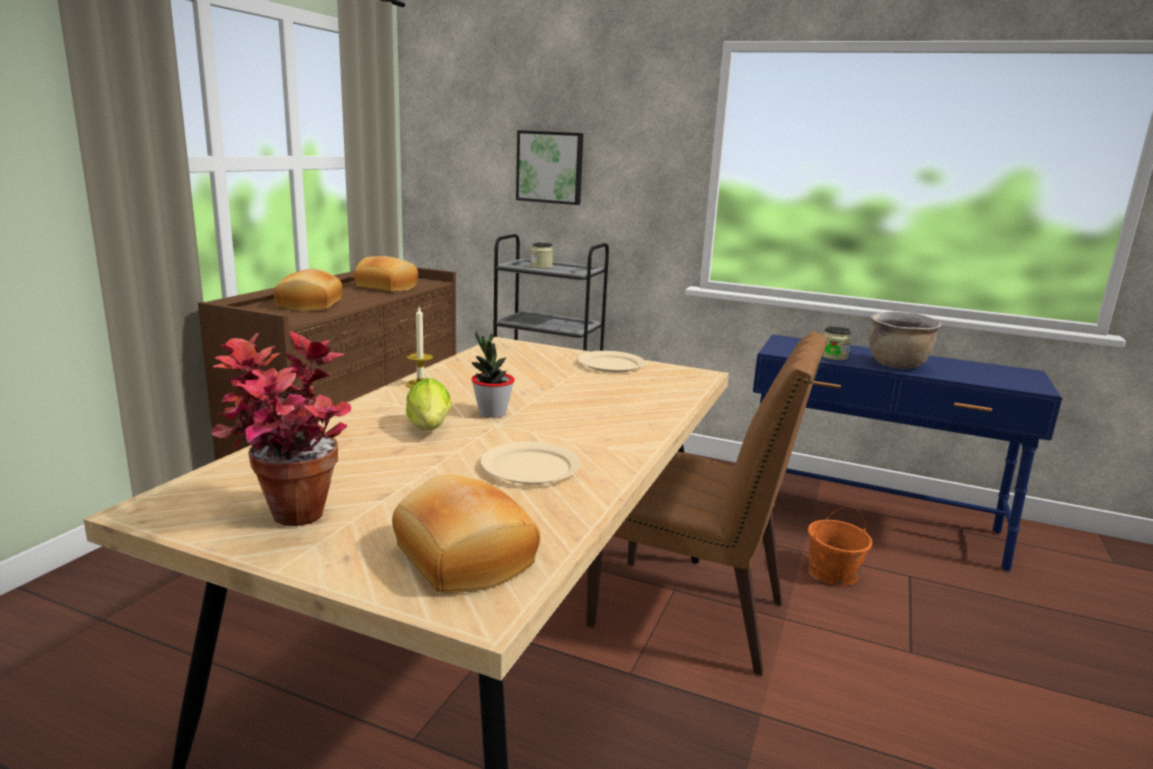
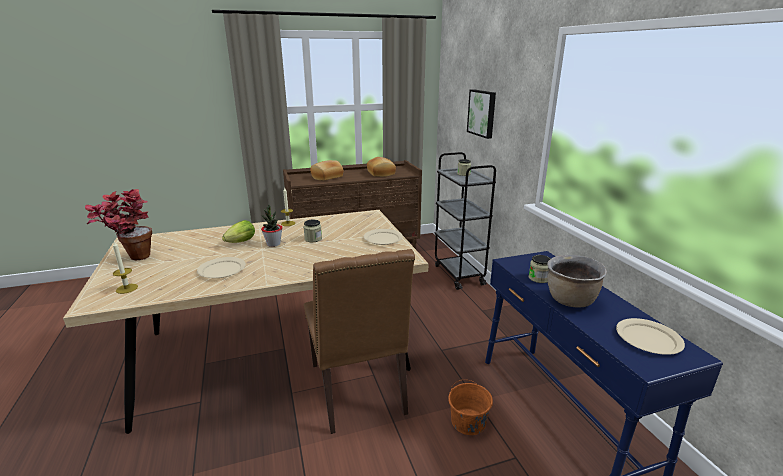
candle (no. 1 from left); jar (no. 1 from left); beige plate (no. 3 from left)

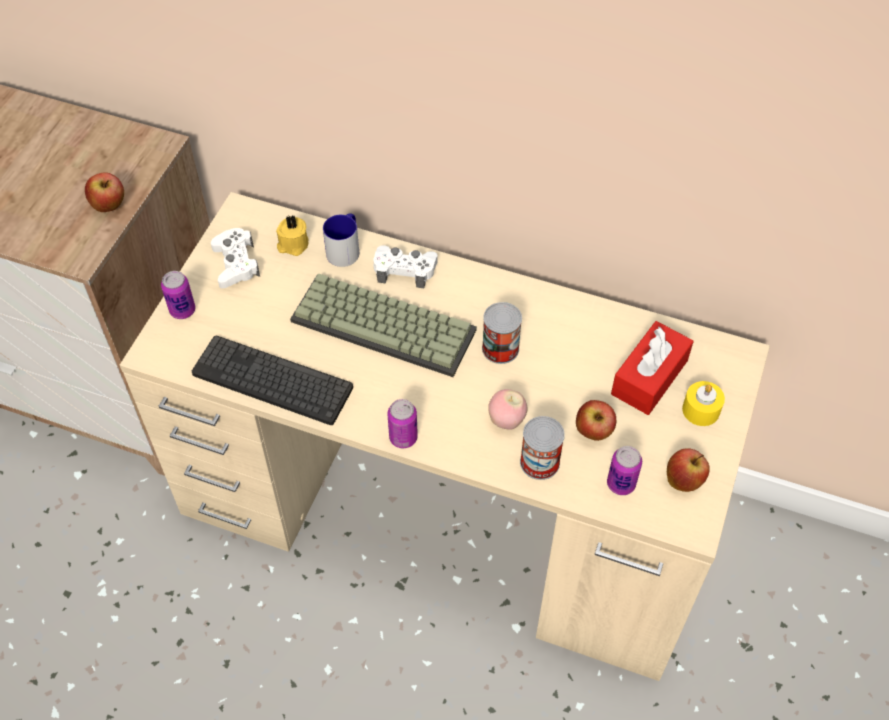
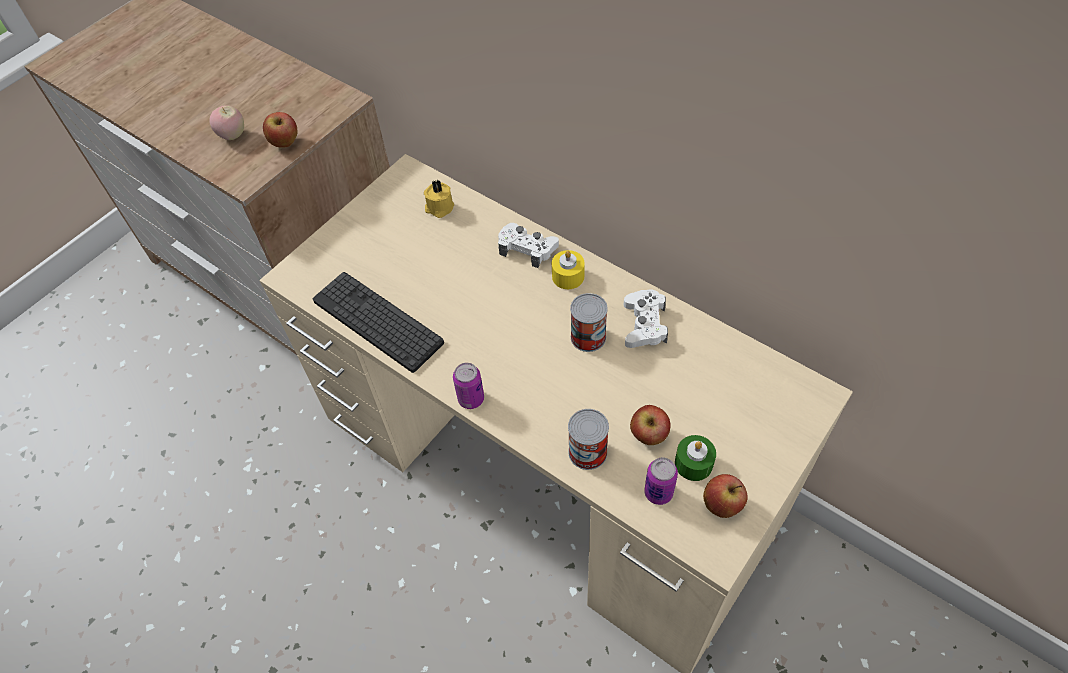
apple (no. 1 from left); yellow candle (no. 2 from left); white game controller (no. 2 from left); green candle; can (no. 1 from left in the first image); keyboard (no. 2 from left in the first image); mug; red tissue box

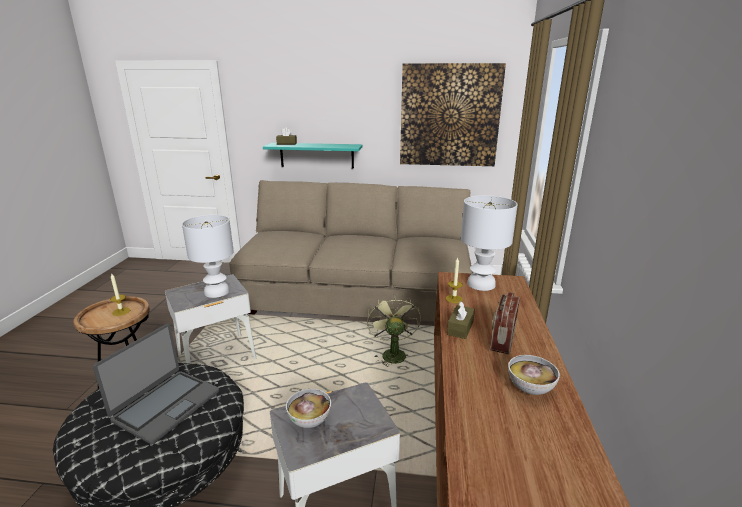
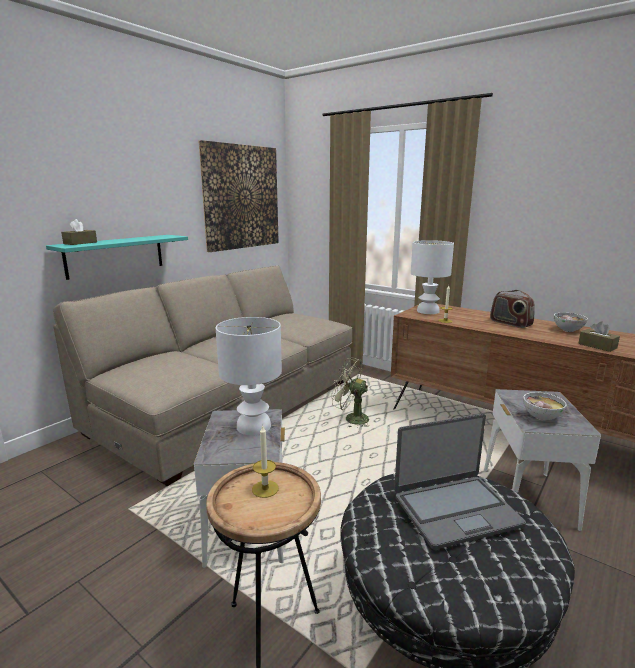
laptop; brown tissue box (no. 2 from left)

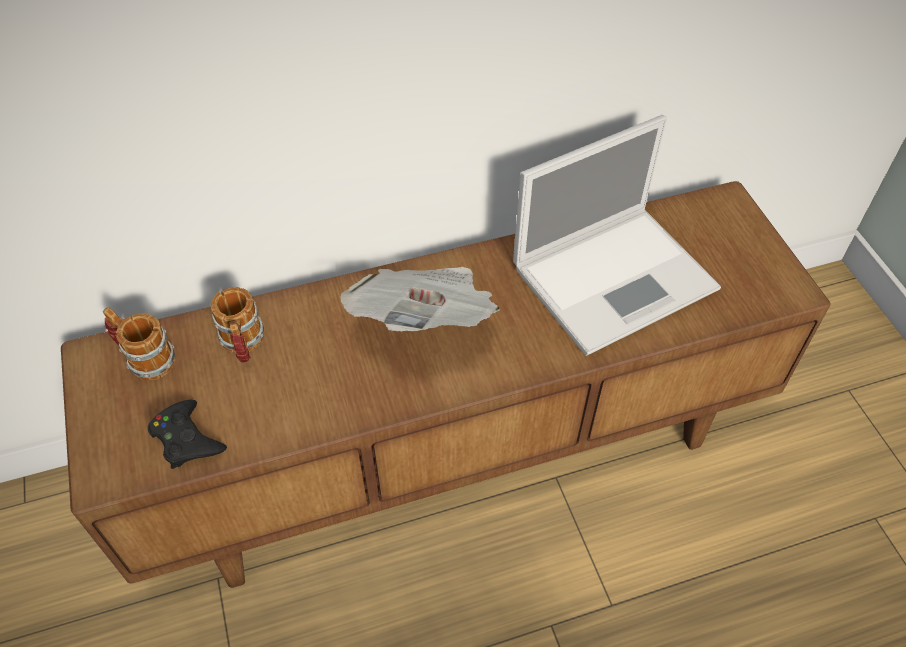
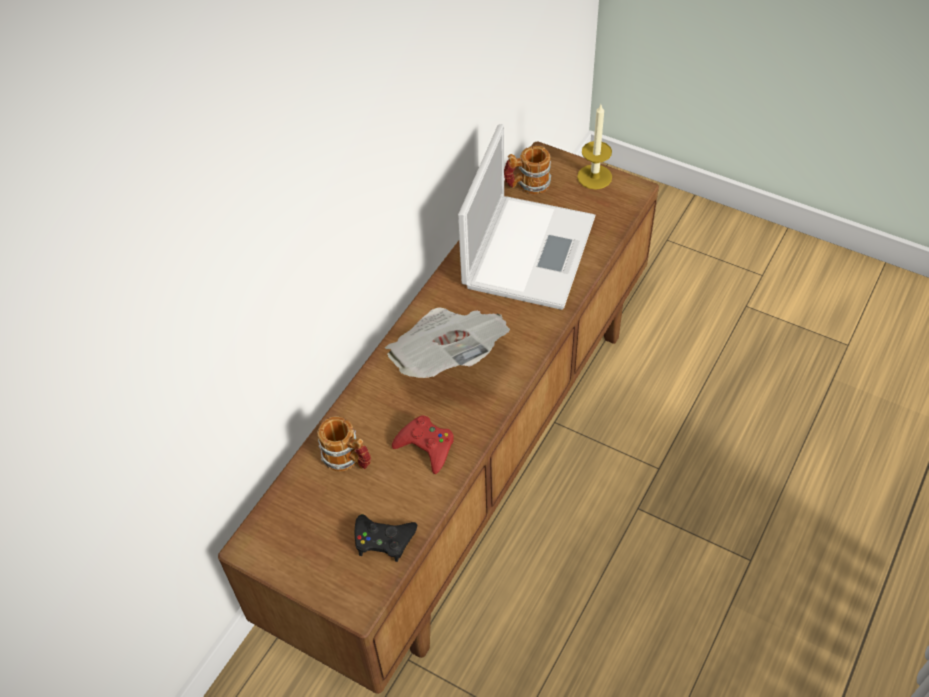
red game controller; mug (no. 2 from left); candle

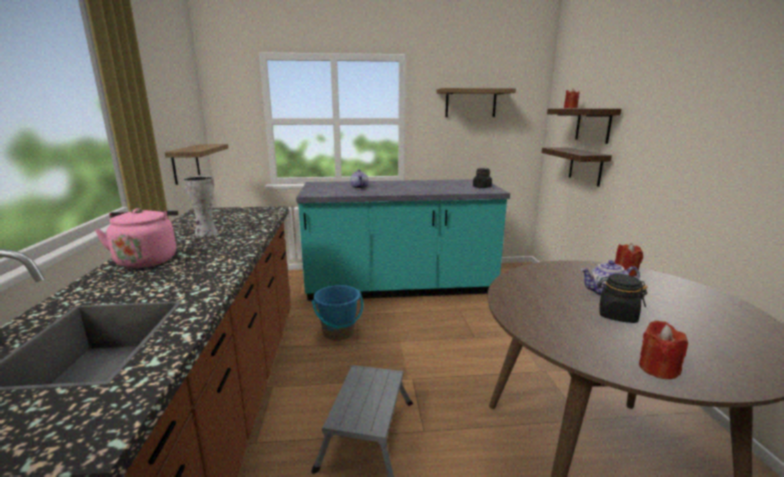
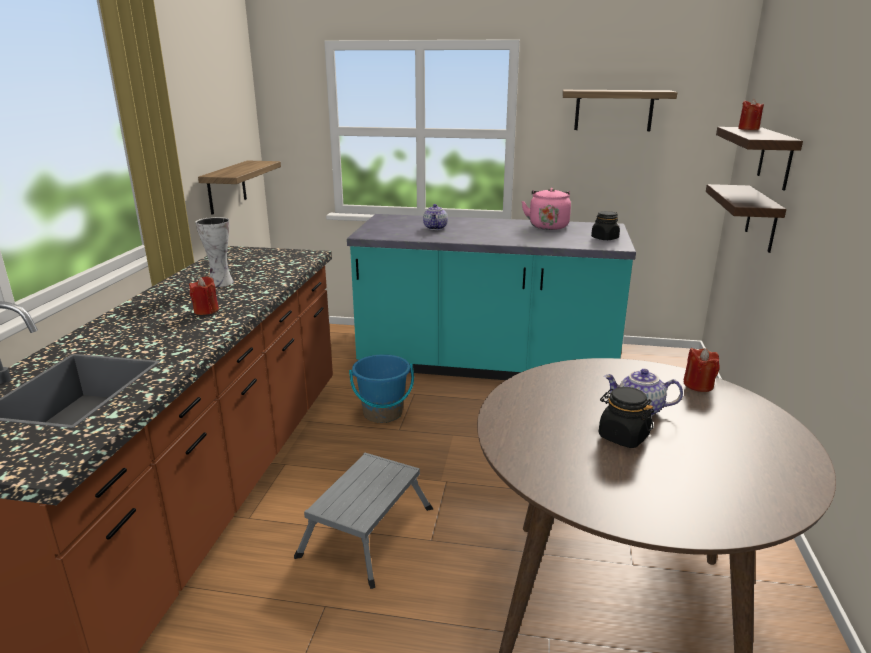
red candle (no. 1 from left); pink kettle

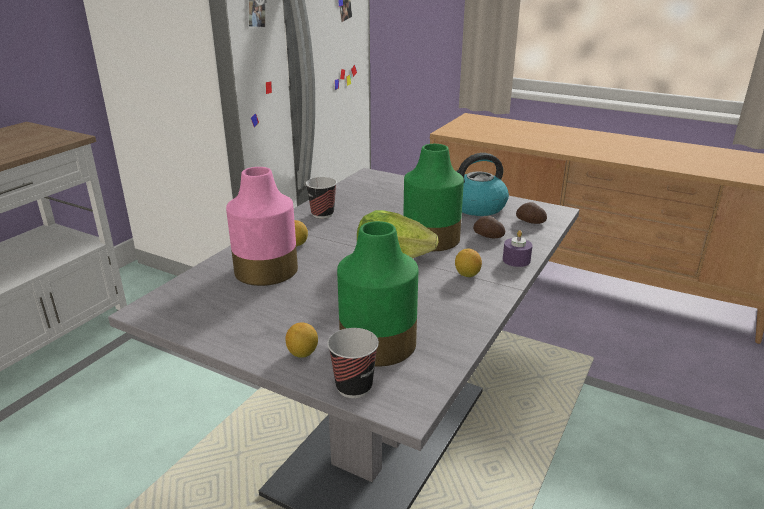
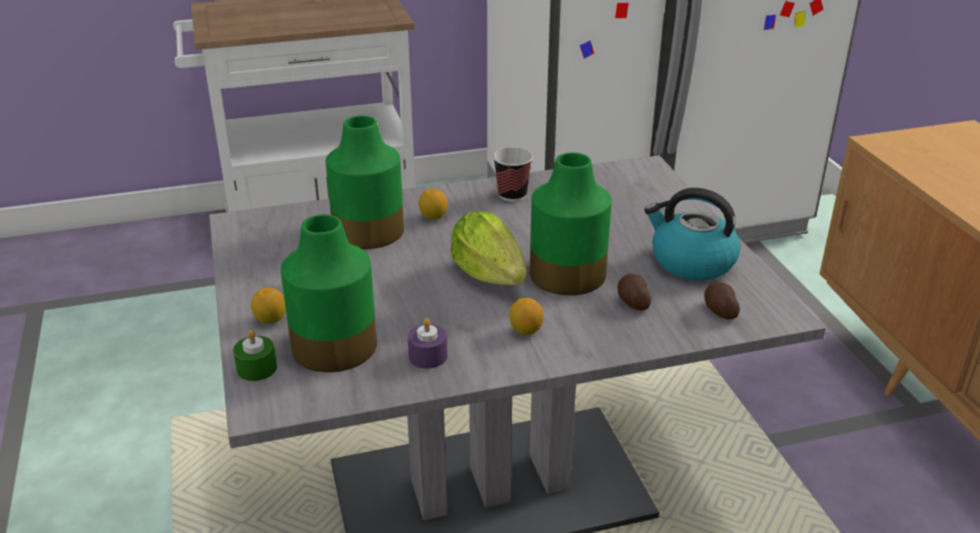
green candle; green vase (no. 2 from left); purple candle

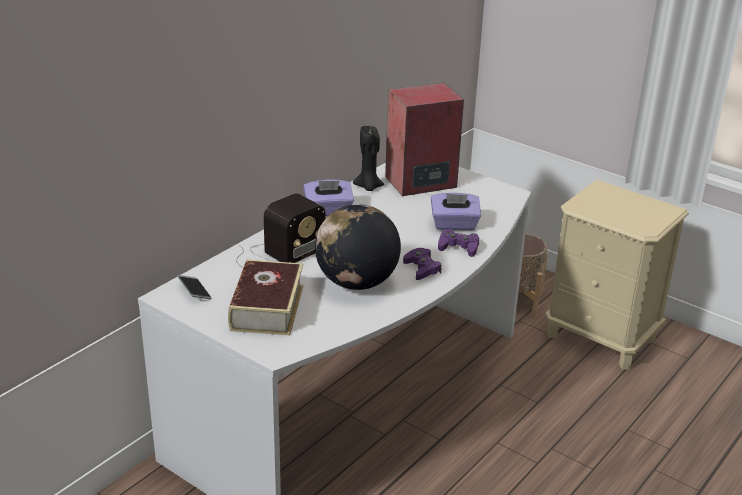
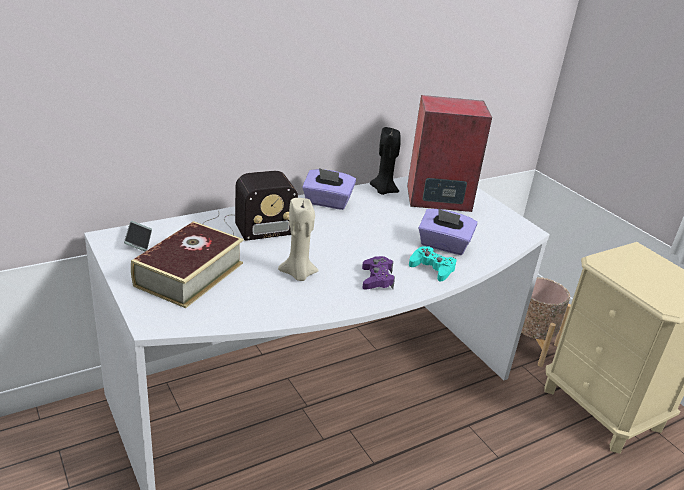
beige candle; turquoise game controller

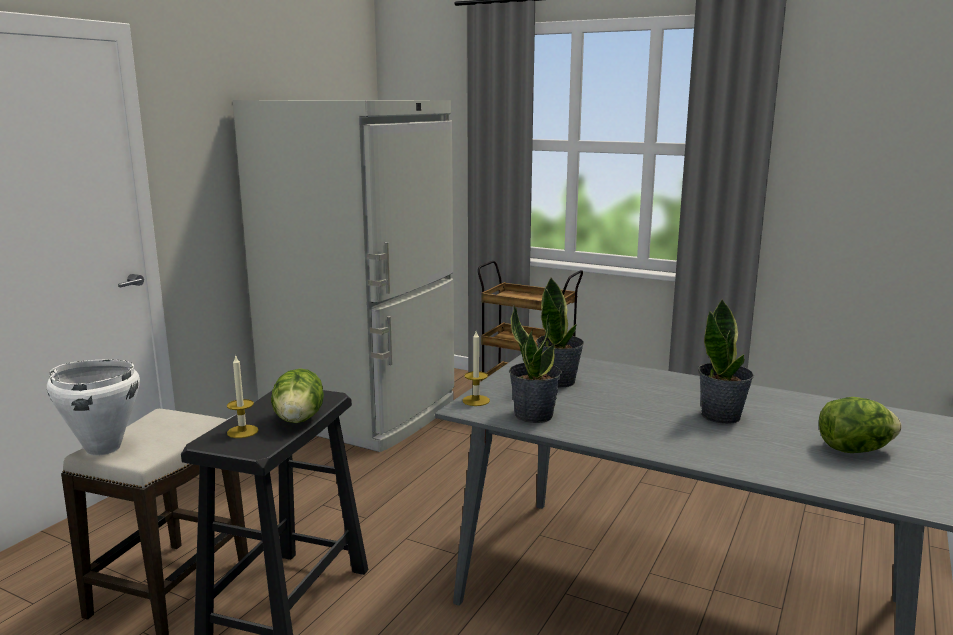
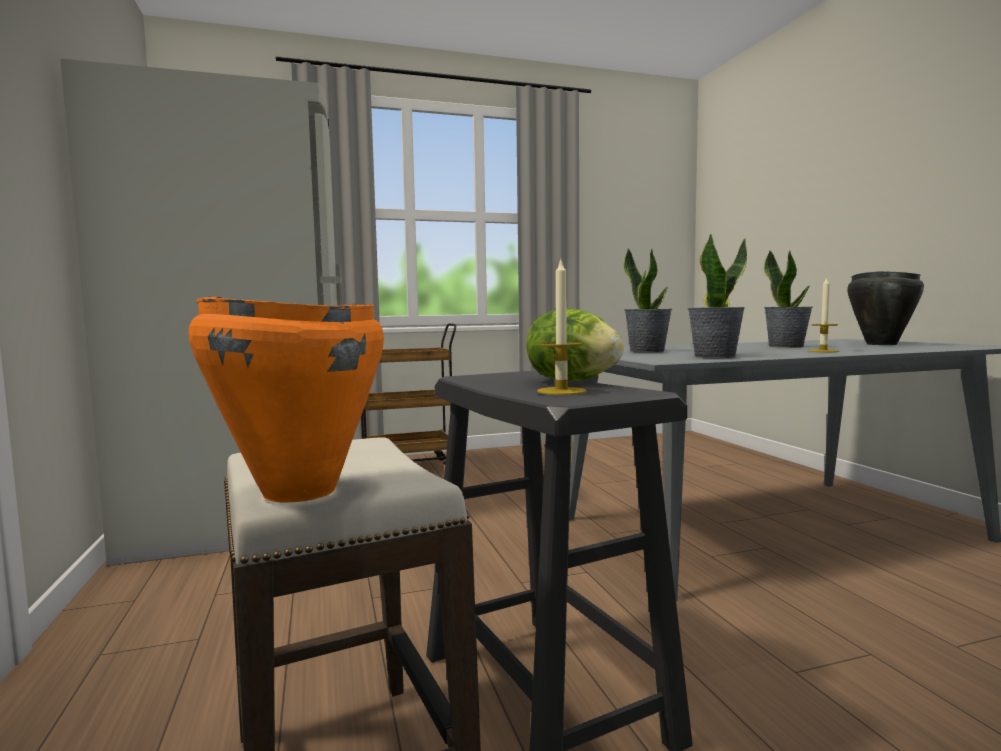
orange cooking pot; candle (no. 2 from left); black cooking pot

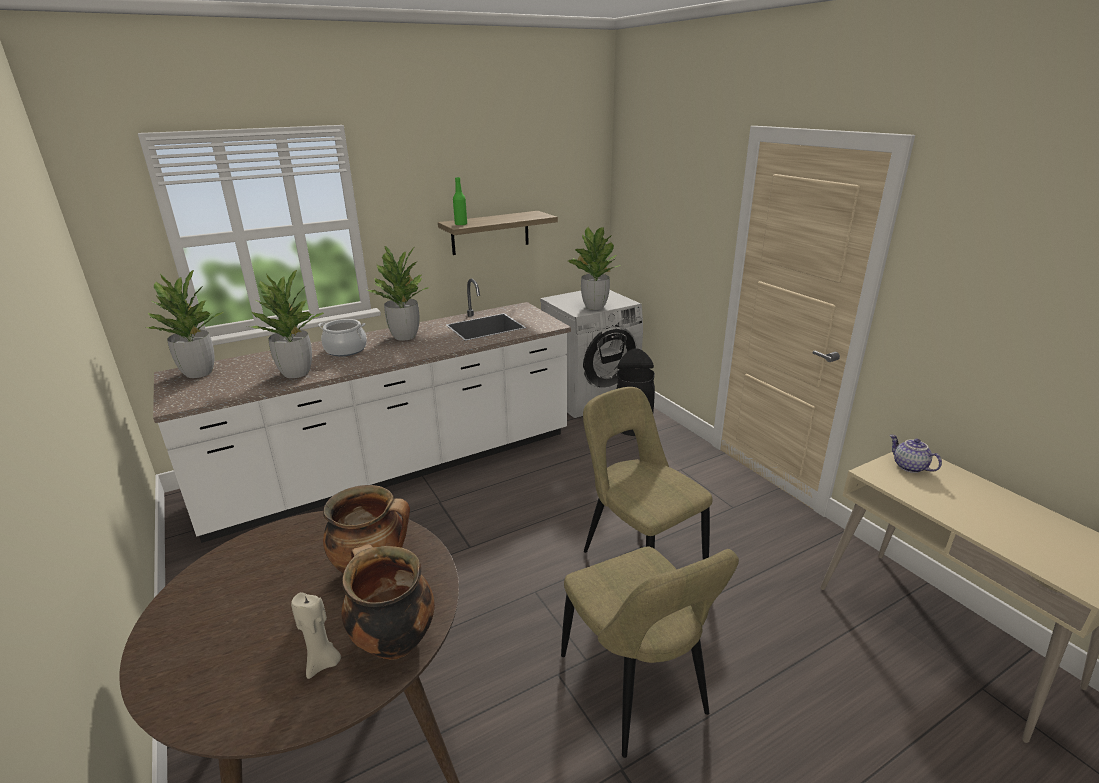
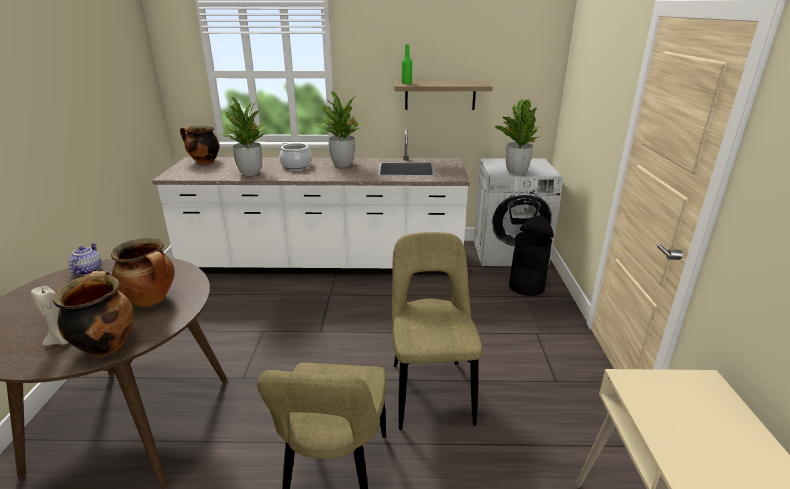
teapot; cooking pot (no. 3 from left)

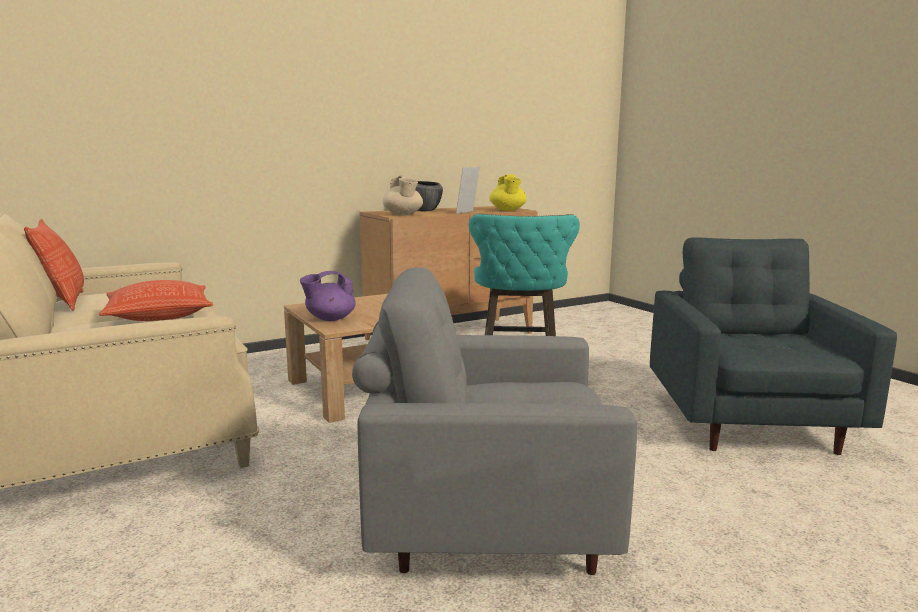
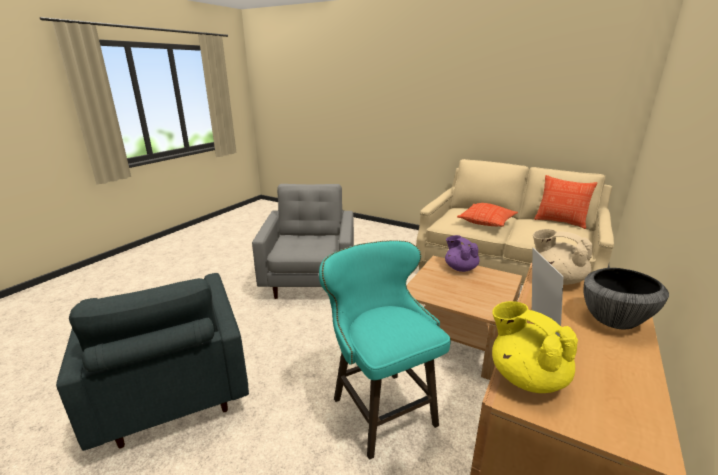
grey armchair (no. 2 from left); purple teapot

